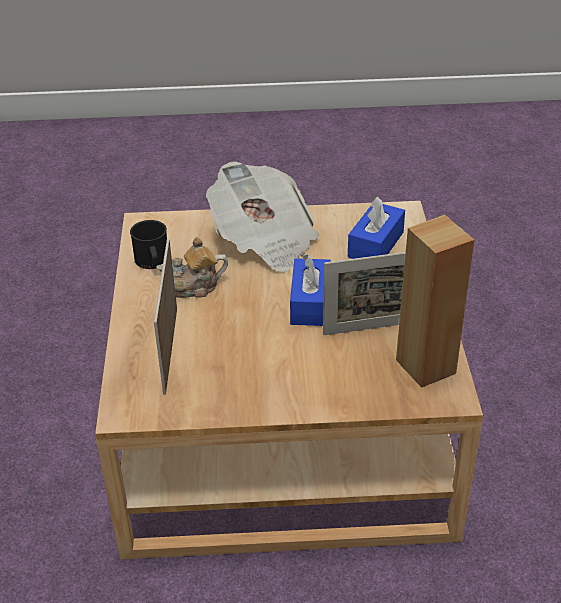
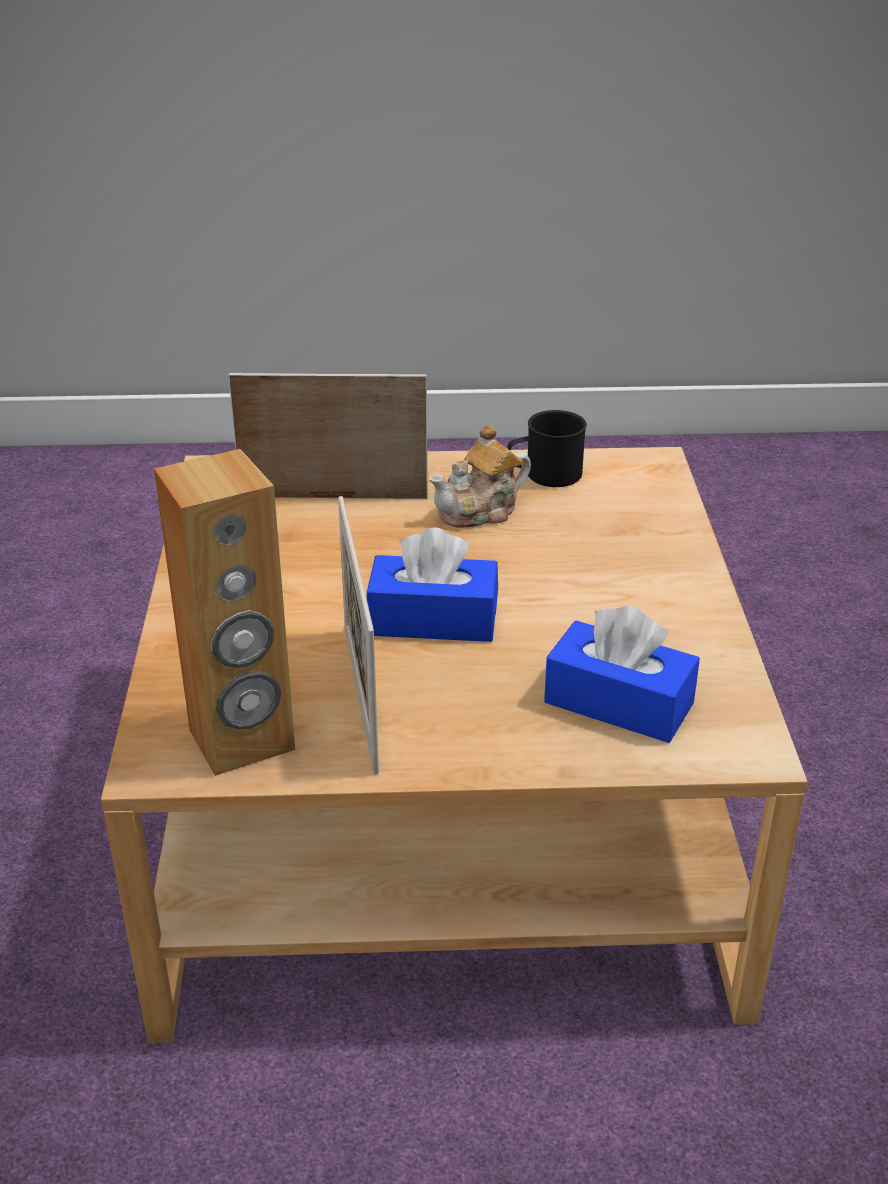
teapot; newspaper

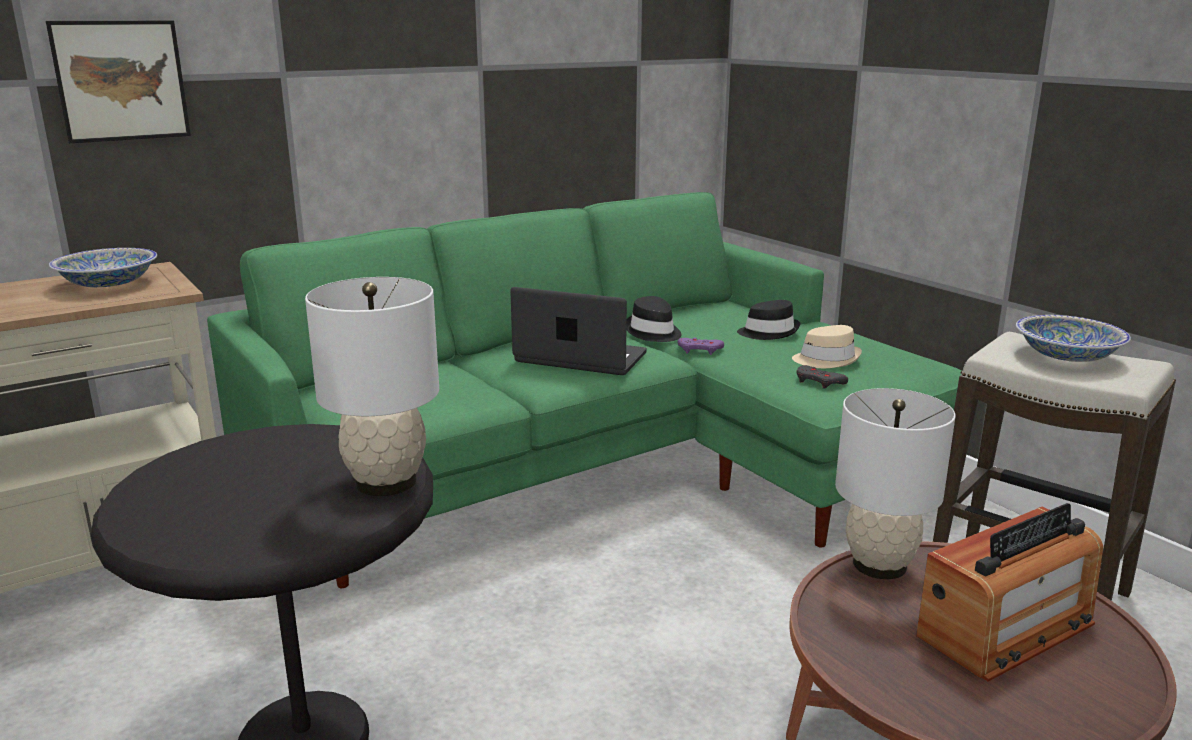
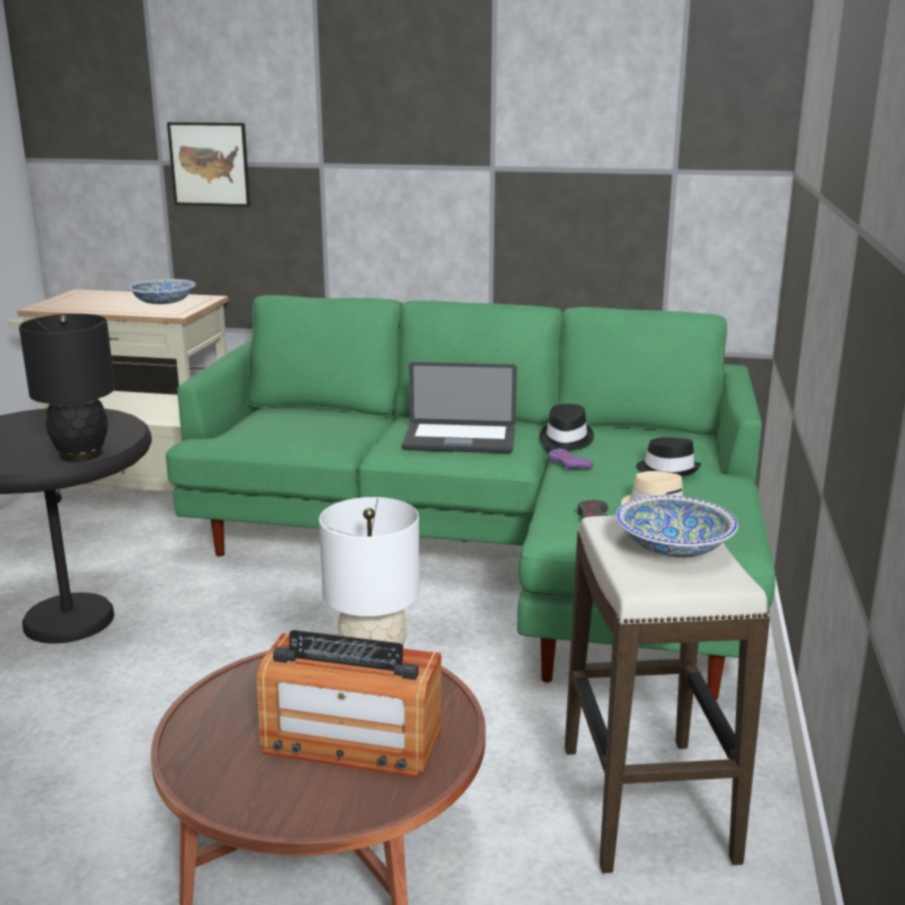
black table lamp; laptop

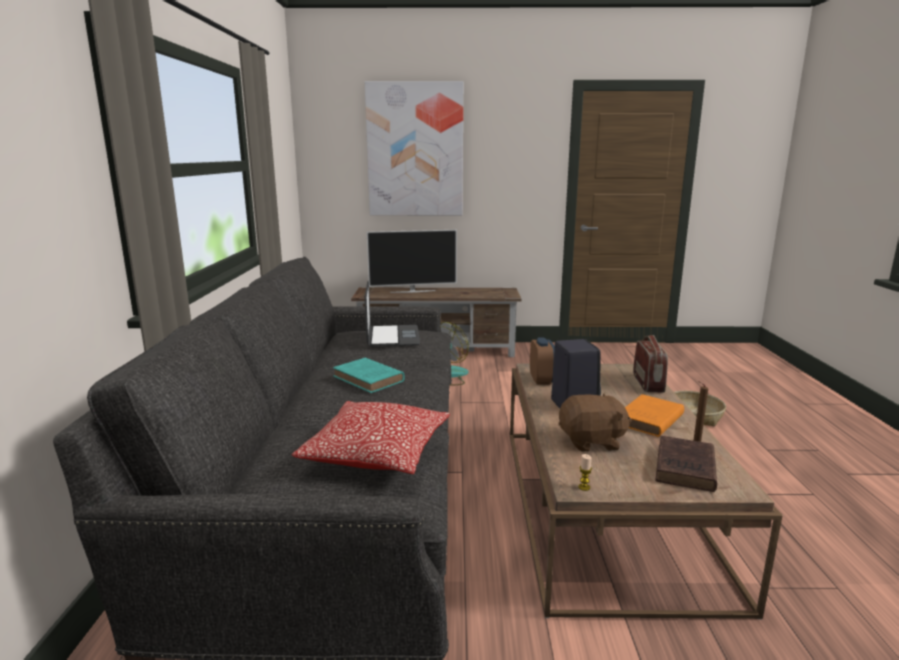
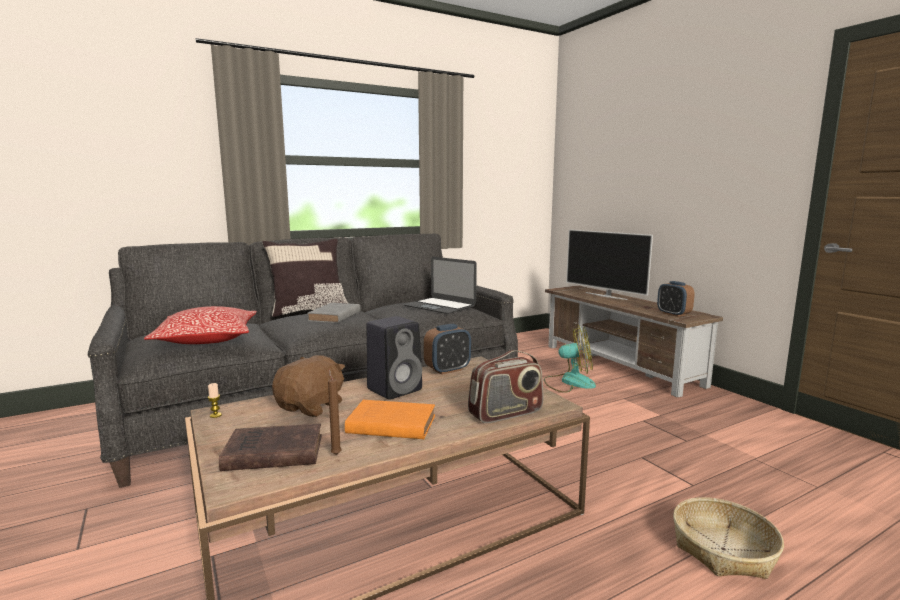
pillow (no. 2 from left); brown plush toy; grey book; laptop; alarm clock (no. 2 from left); picture

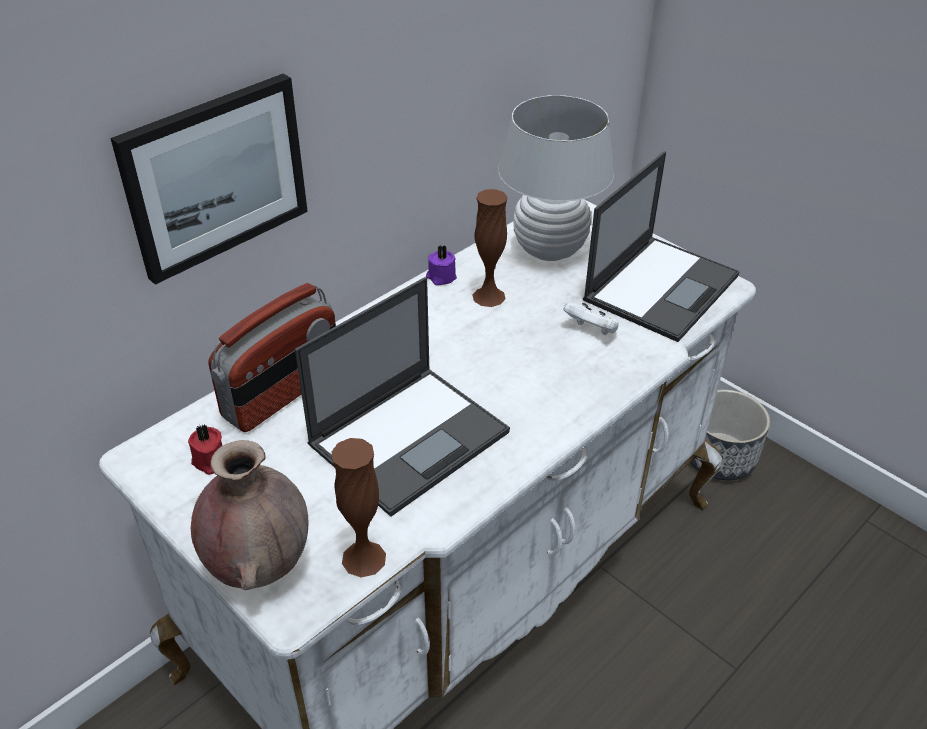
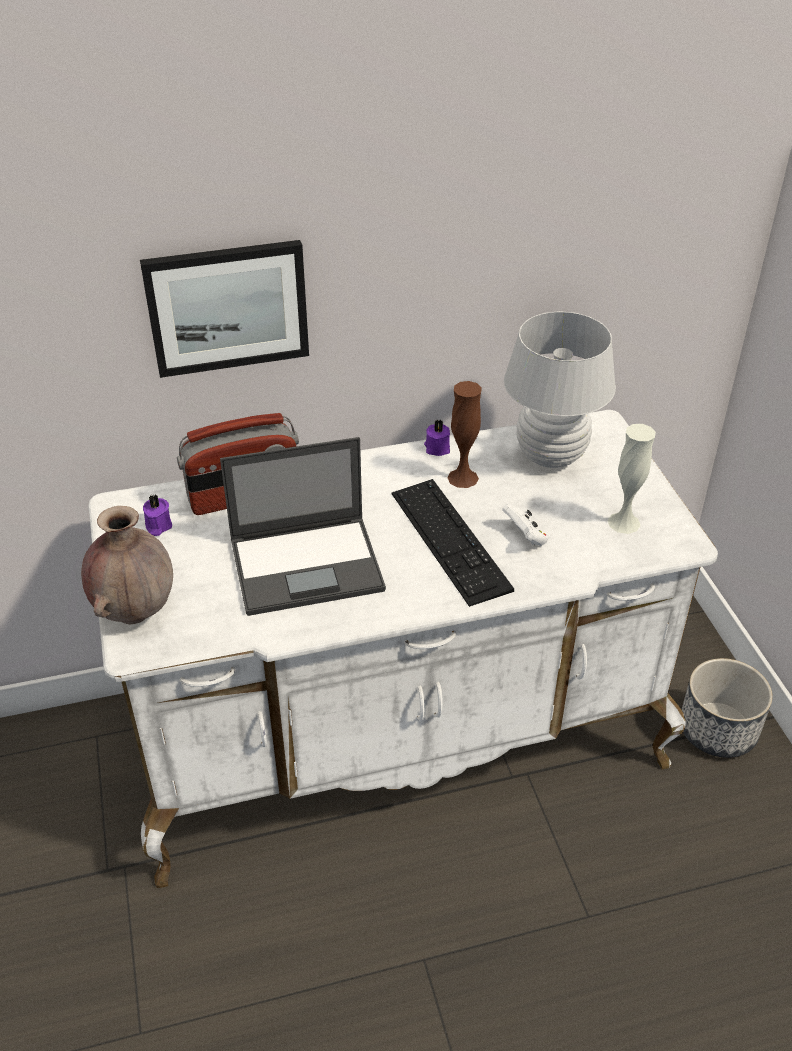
purple candle (no. 1 from left); keyboard; white vase; brown vase (no. 2 from left in the first image)

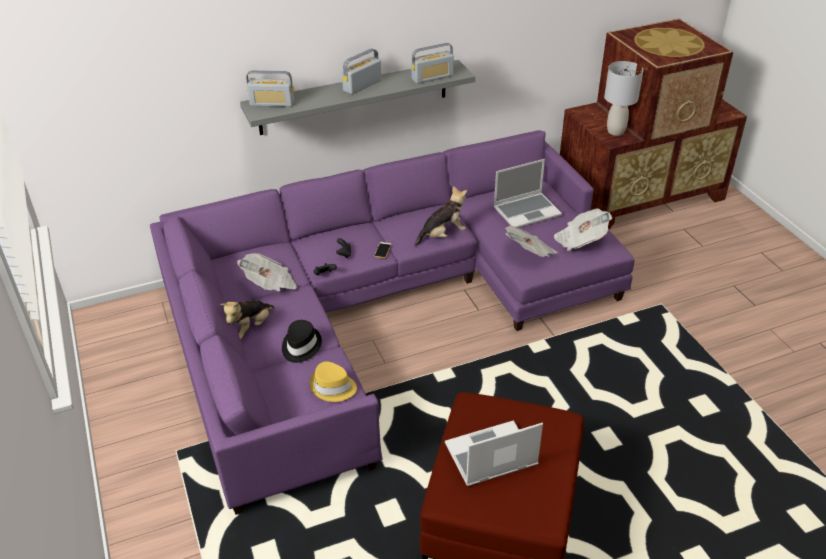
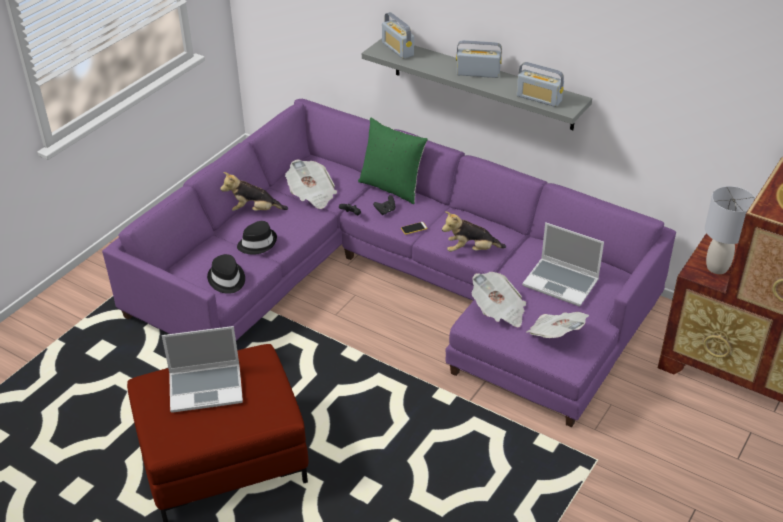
laptop (no. 1 from left); black hat (no. 1 from left); green pillow; plush toy (no. 2 from left)

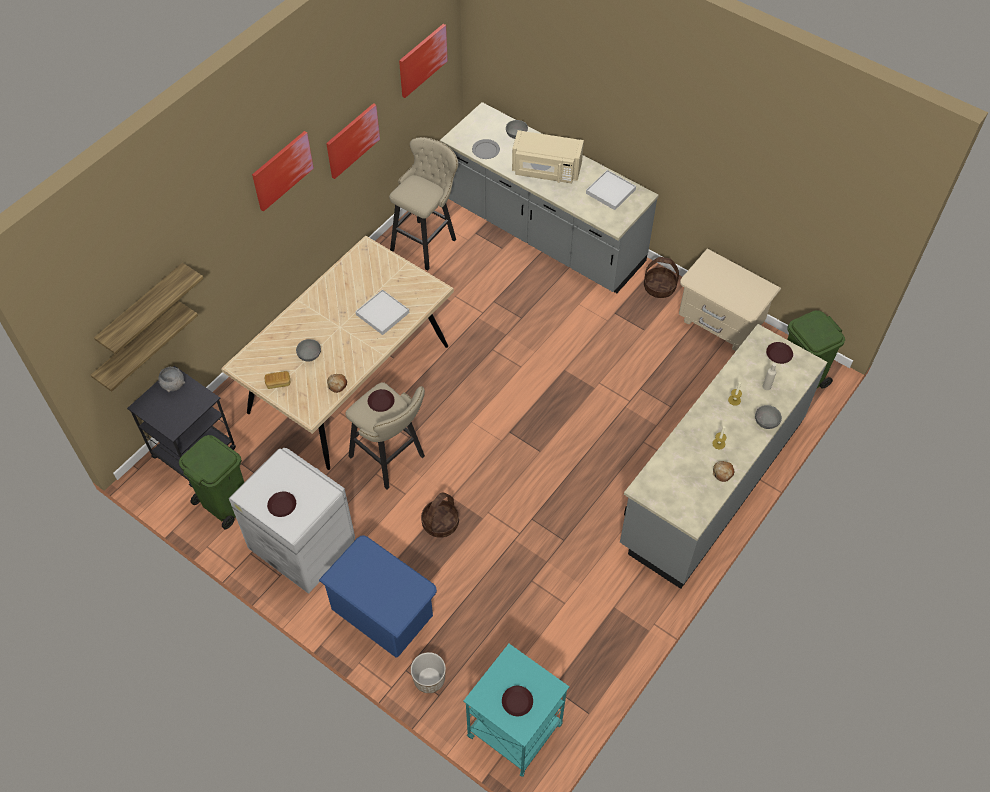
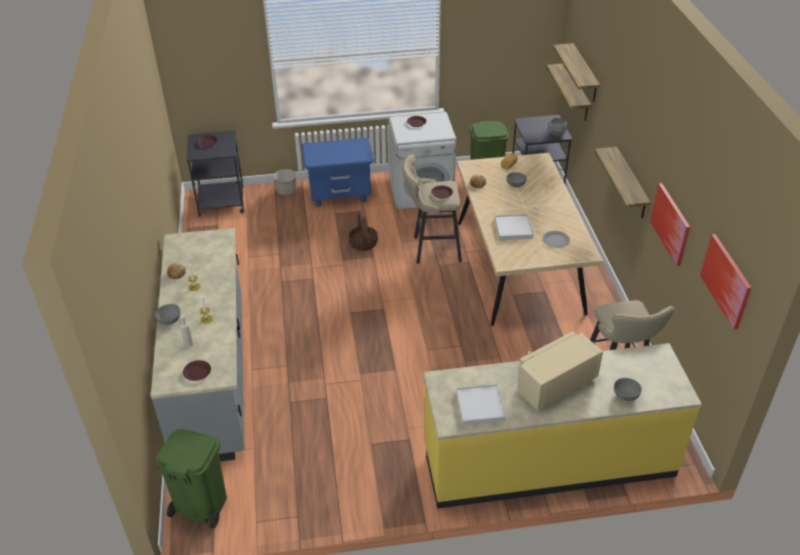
black cart (no. 1 from left); yellow counter; grey plate; shelf (no. 3 from left); picture (no. 1 from left in the first image); basket (no. 2 from left in the first image); beige nightstand

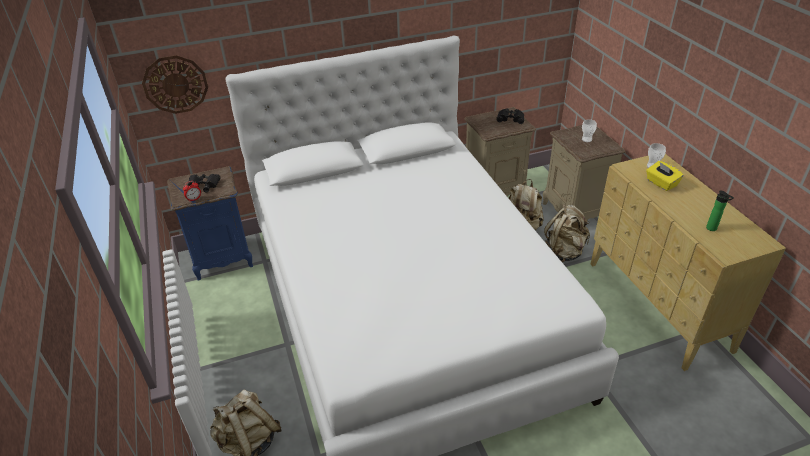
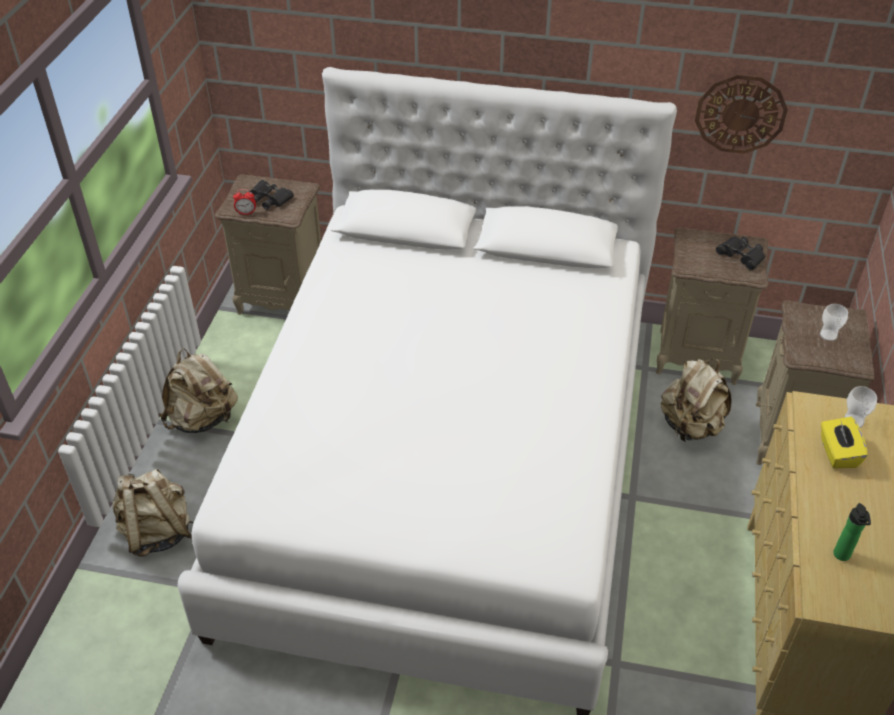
beige backpack (no. 2 from left); beige nightstand (no. 1 from left); wall clock

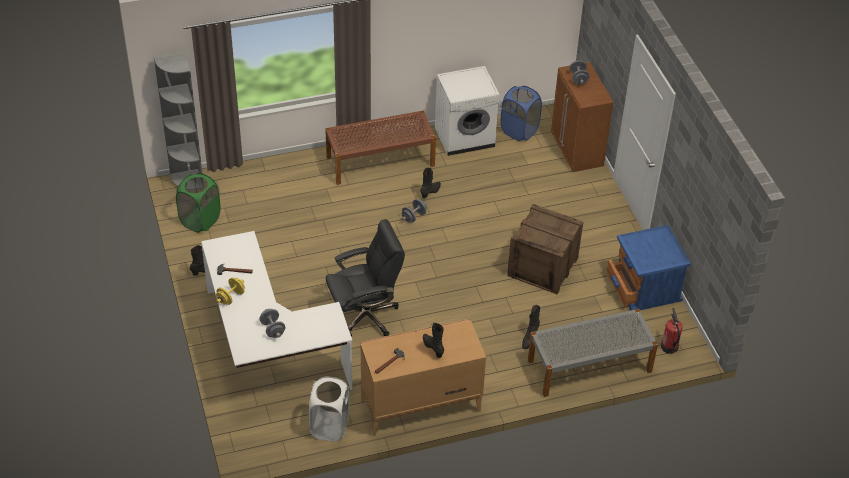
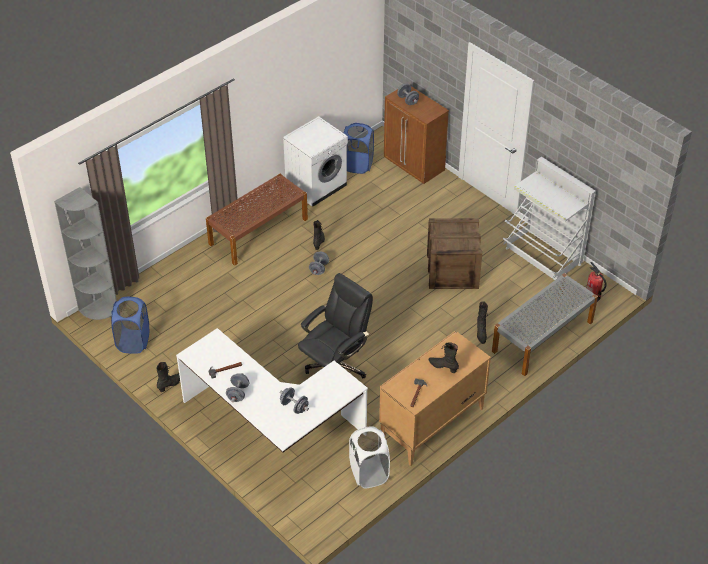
blue laundry basket (no. 1 from left); grey dumbbell (no. 1 from left); white shoe rack

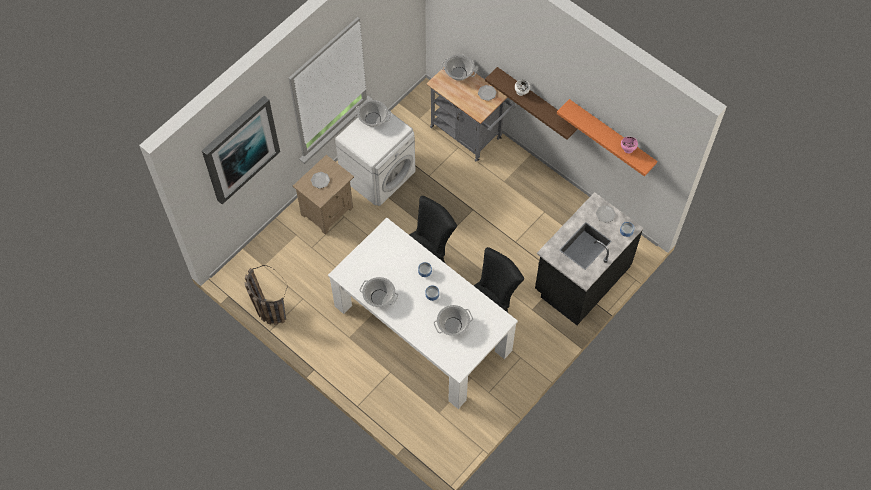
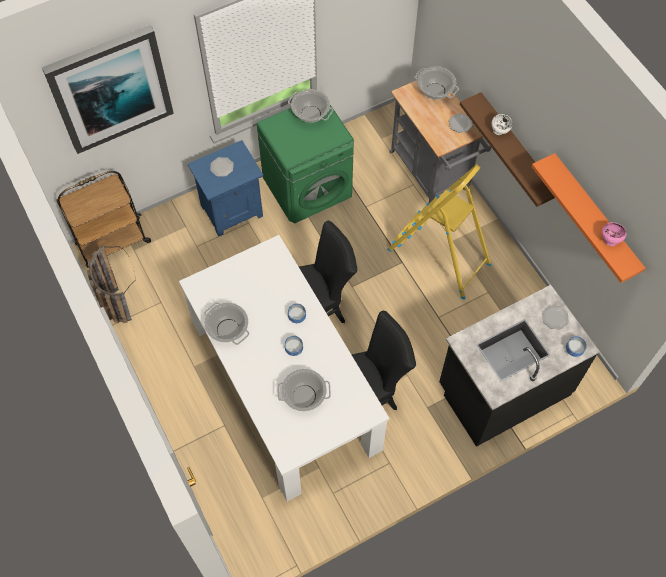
brown cart; blue nightstand; green washing machine; yellow step ladder

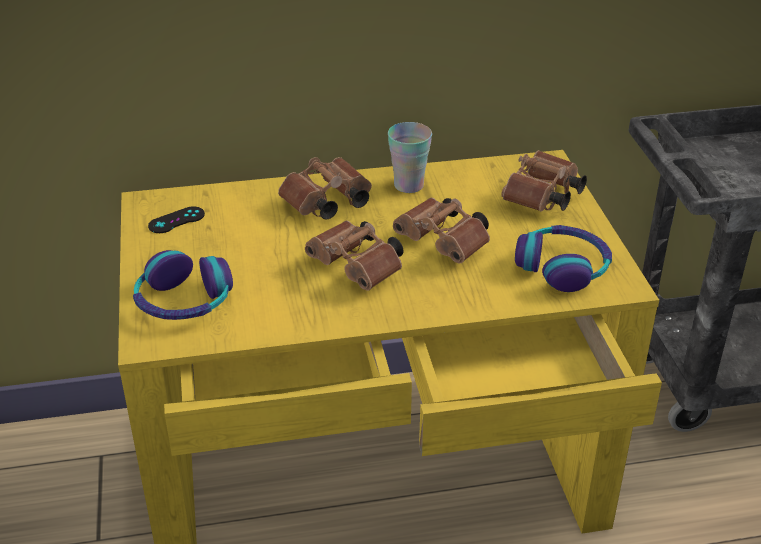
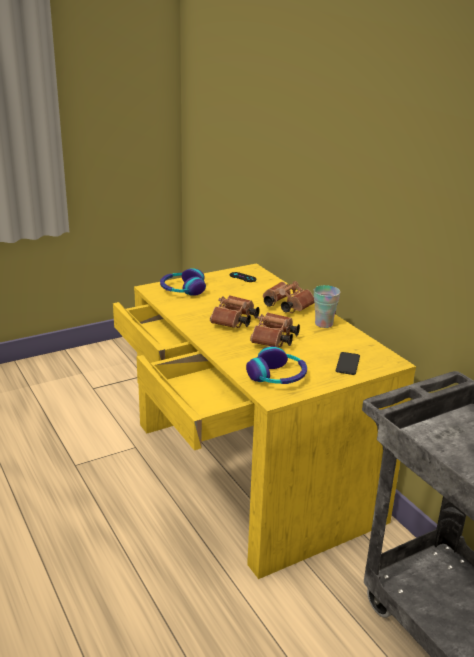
phone

